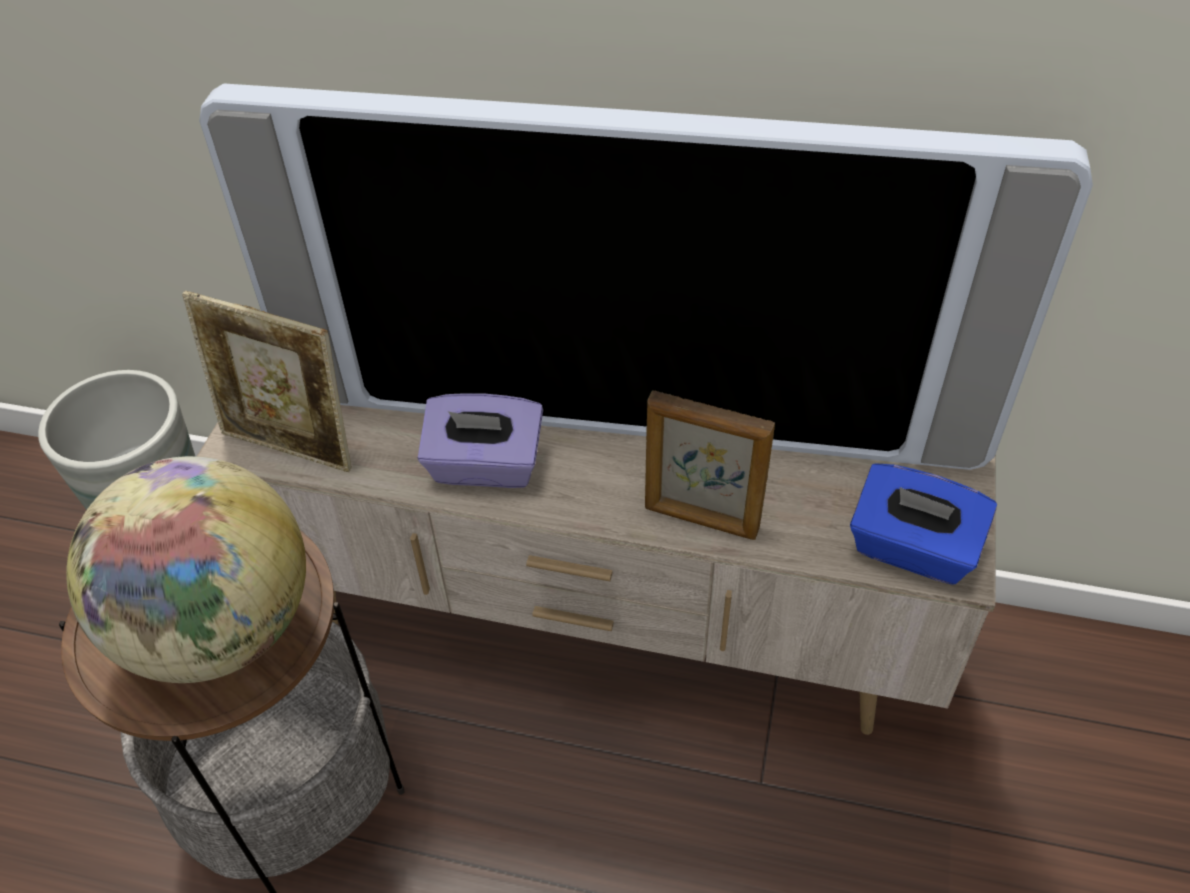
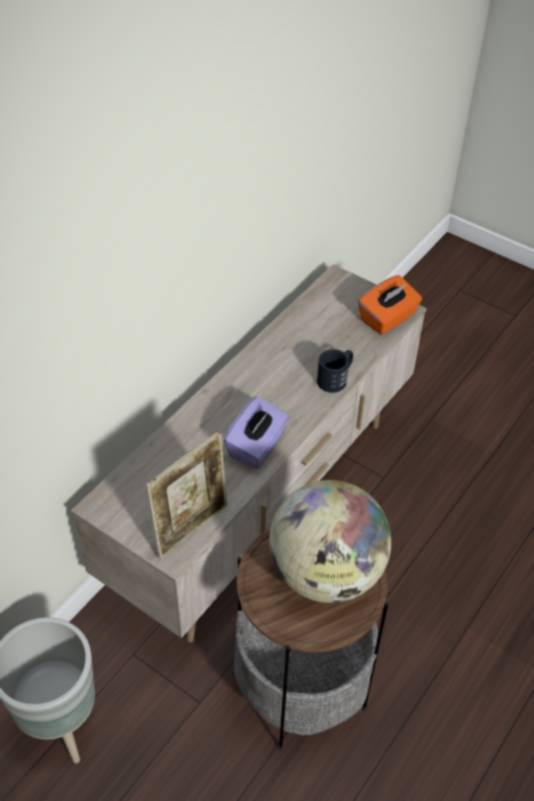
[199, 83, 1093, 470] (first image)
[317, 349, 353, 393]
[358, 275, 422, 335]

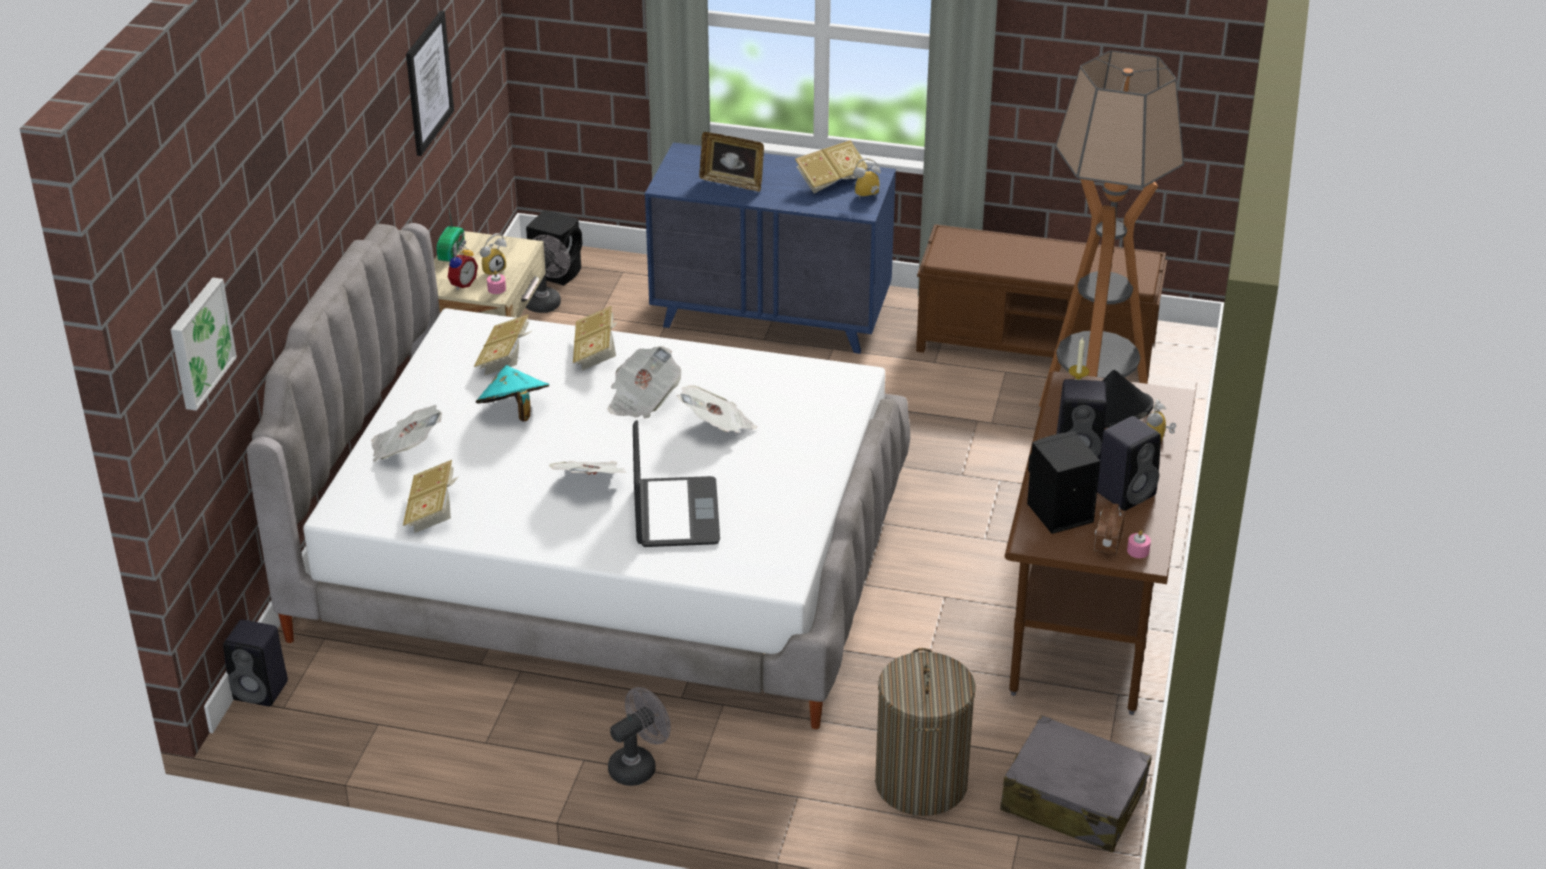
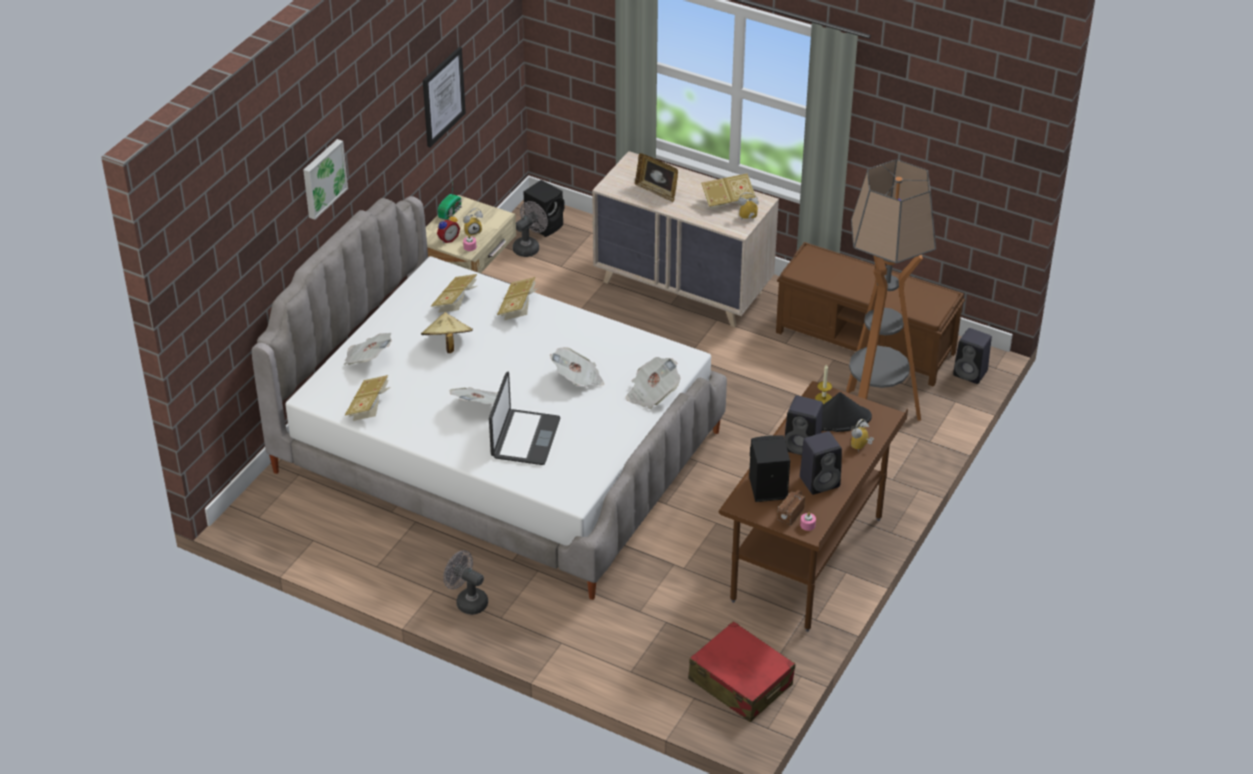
[875, 648, 976, 816] (first image)
[303, 139, 348, 220]
[953, 328, 992, 384]
[626, 357, 680, 409]
[421, 312, 473, 353]
[592, 151, 779, 327]
[688, 621, 795, 722]
[443, 550, 488, 615]

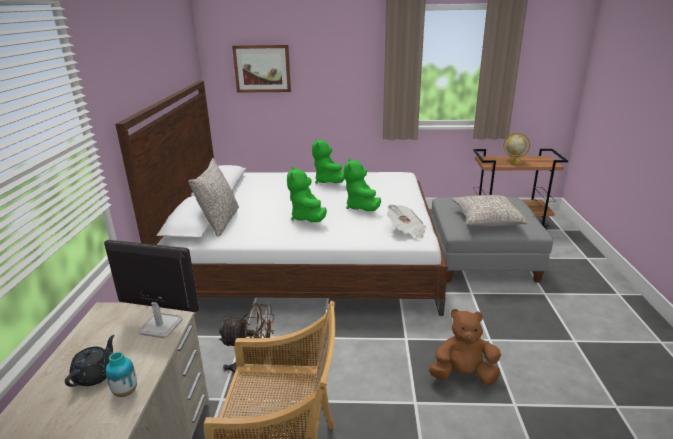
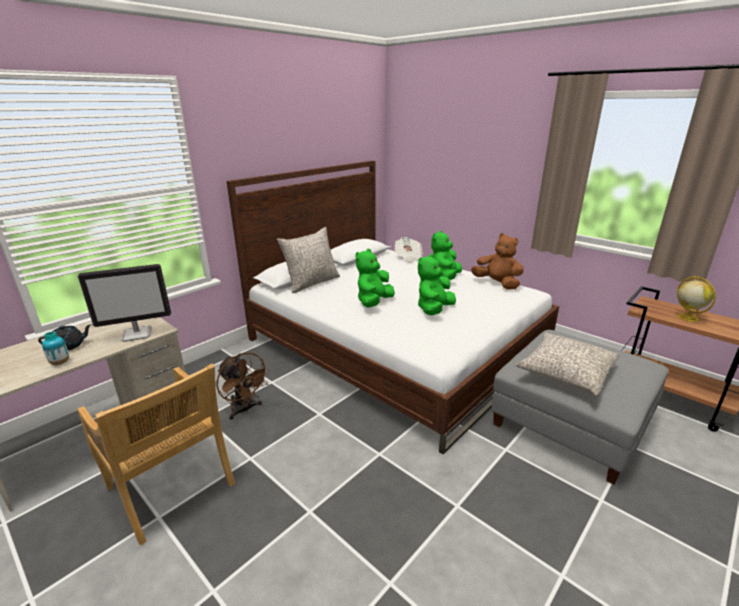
[232, 45, 291, 93] (first image)
[395, 237, 423, 263]
[471, 233, 524, 289]
[78, 264, 171, 342]

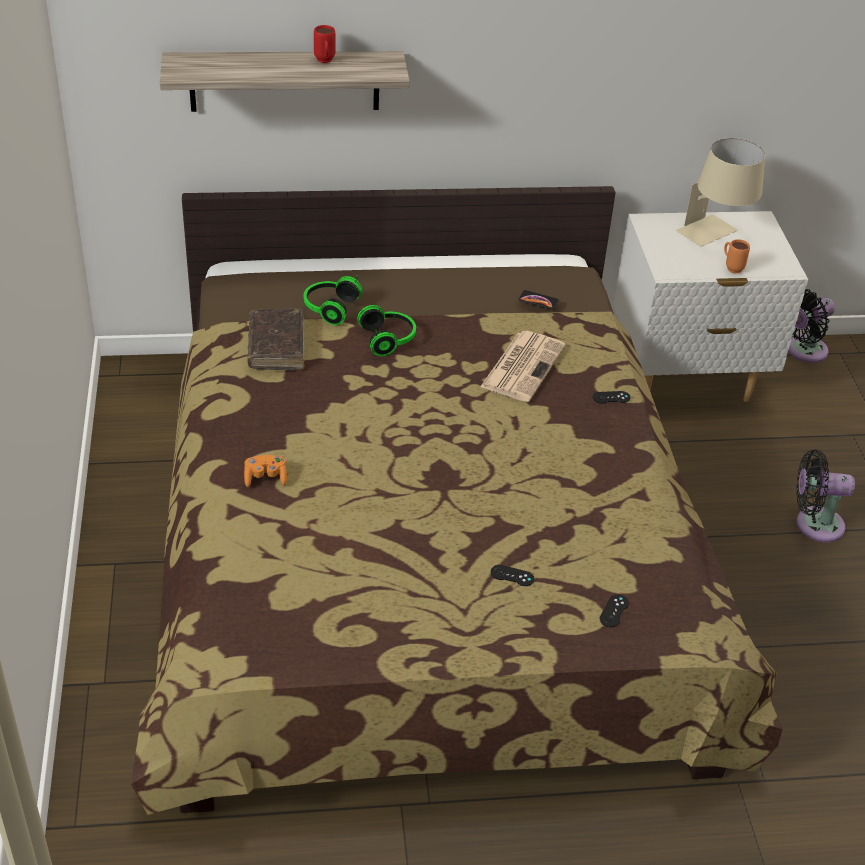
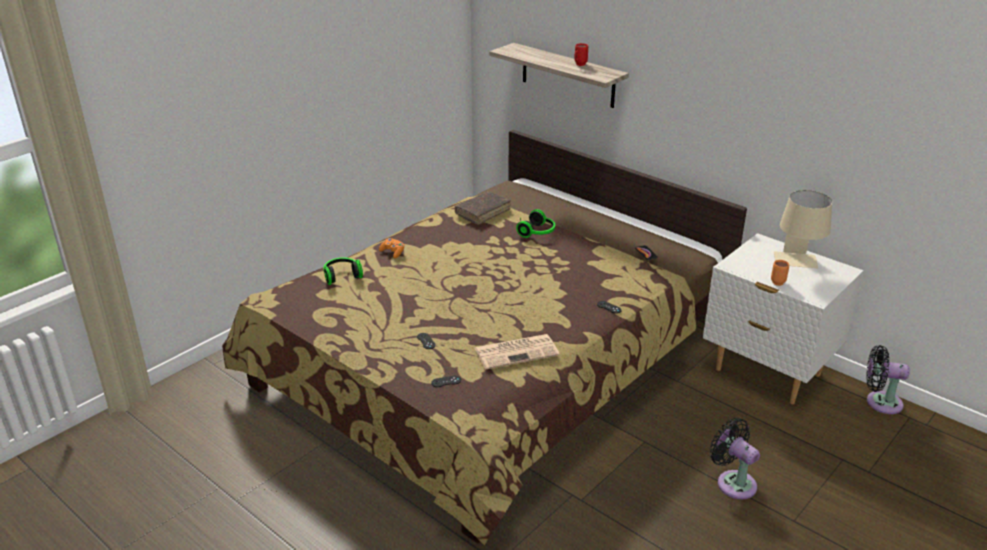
[323, 258, 363, 285]
[475, 334, 560, 369]

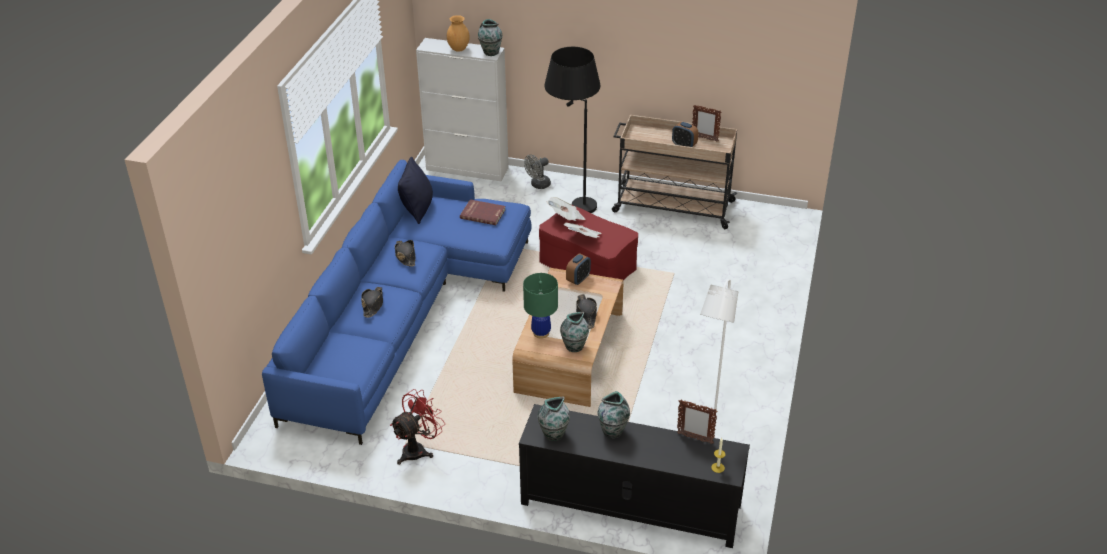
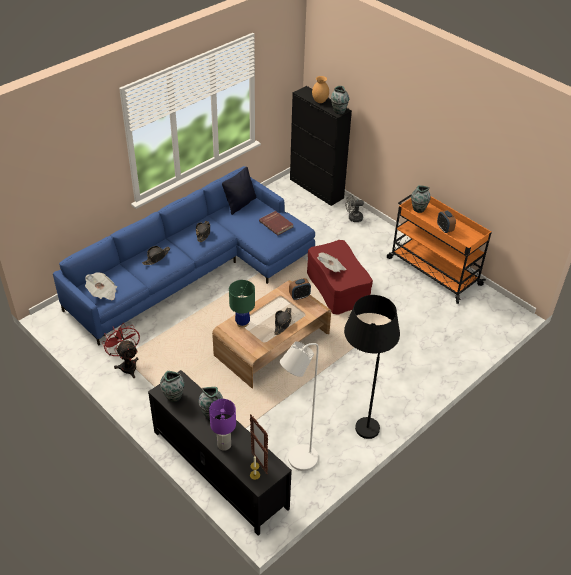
[209, 399, 236, 451]
[344, 295, 400, 439]
[85, 272, 117, 300]
[411, 185, 430, 213]
[251, 431, 268, 474]
[290, 86, 352, 206]
[387, 194, 492, 304]
[102, 324, 140, 378]

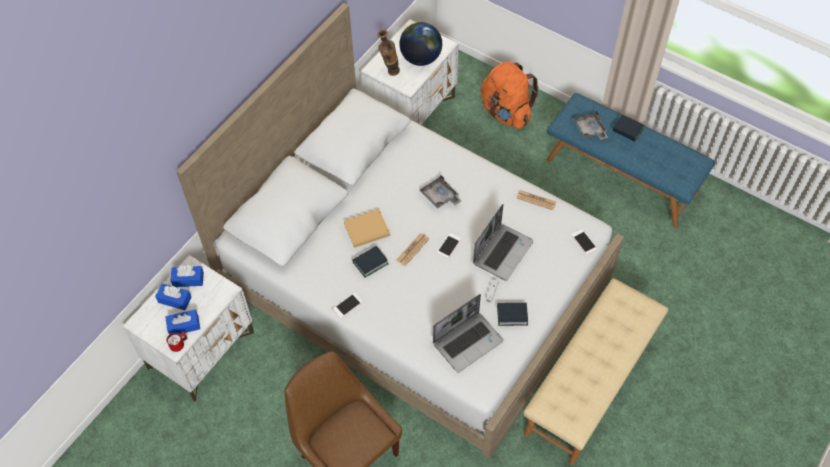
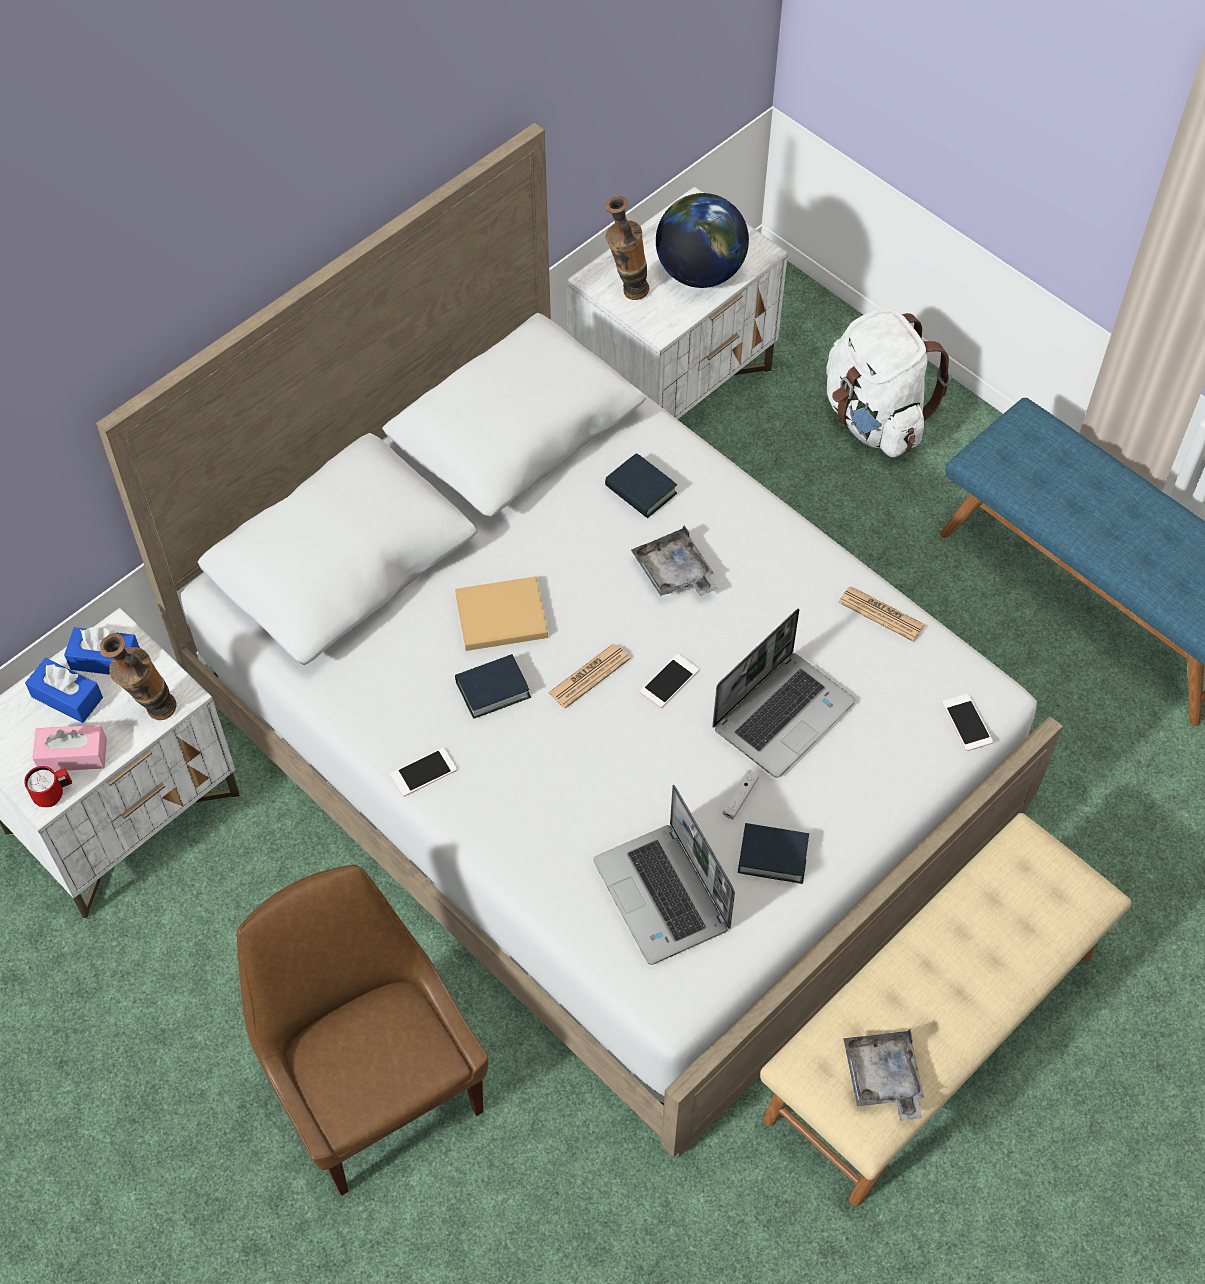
[100, 633, 177, 720]
[843, 1029, 924, 1121]
[605, 453, 677, 518]
[32, 725, 107, 771]
[826, 308, 952, 457]
[593, 785, 735, 965]

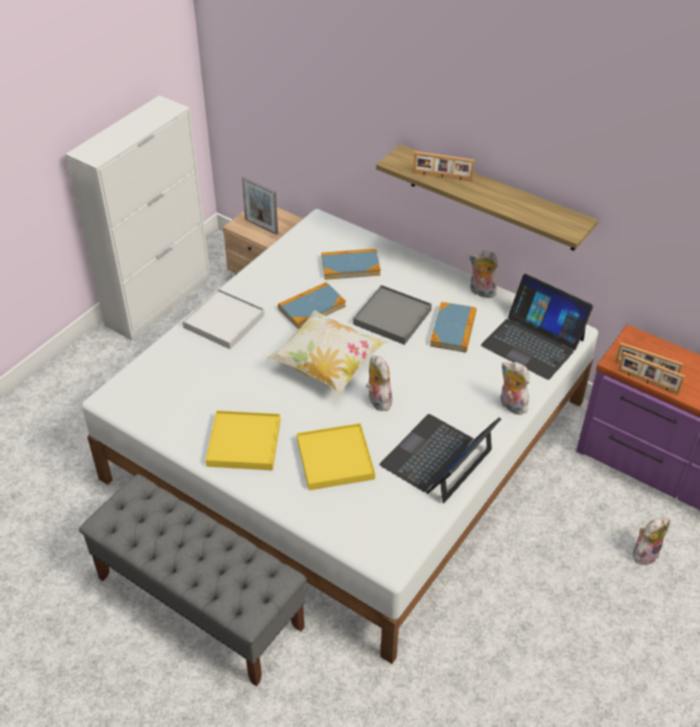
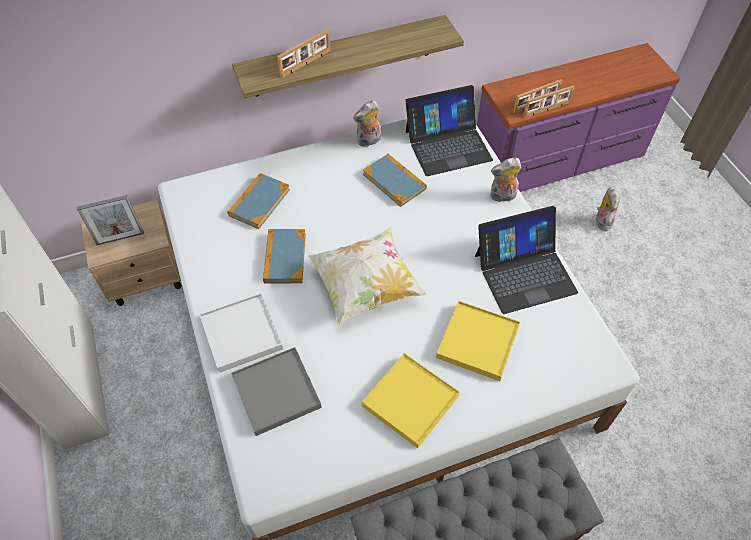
[366, 355, 392, 411] (first image)
[231, 347, 322, 436]
[475, 206, 578, 314]

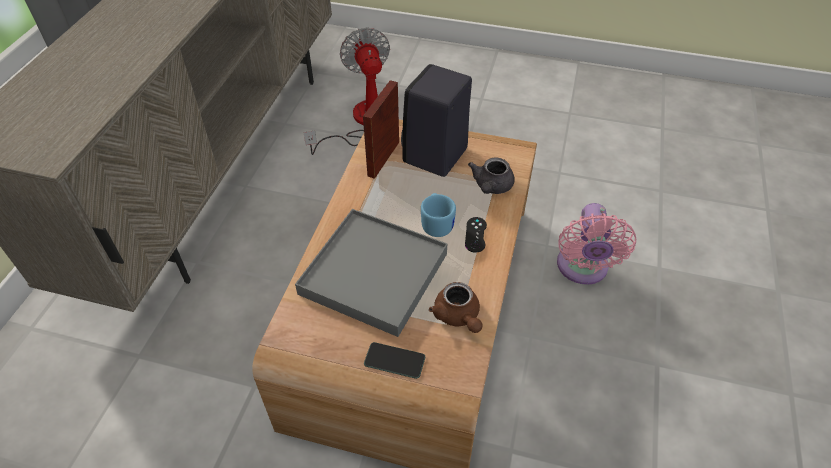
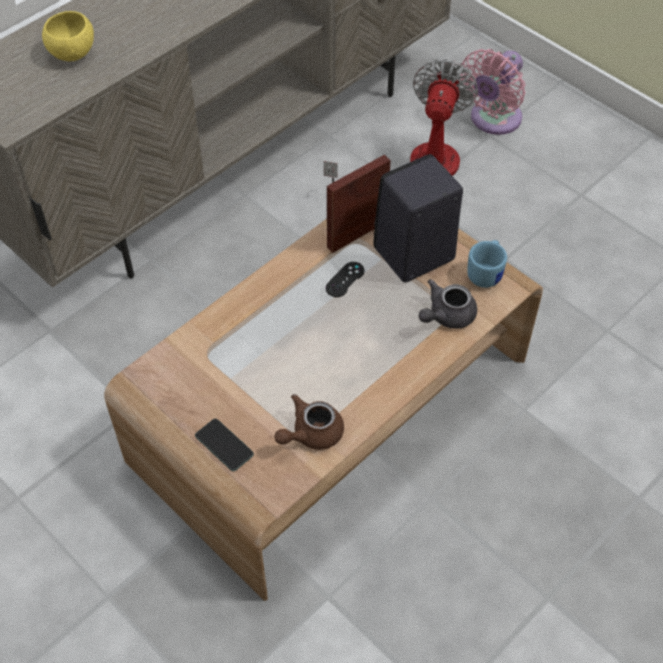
[295, 209, 447, 337] (first image)
[42, 11, 94, 61]
[467, 240, 507, 288]
[326, 262, 364, 297]
[460, 49, 525, 135]
[275, 394, 344, 450]

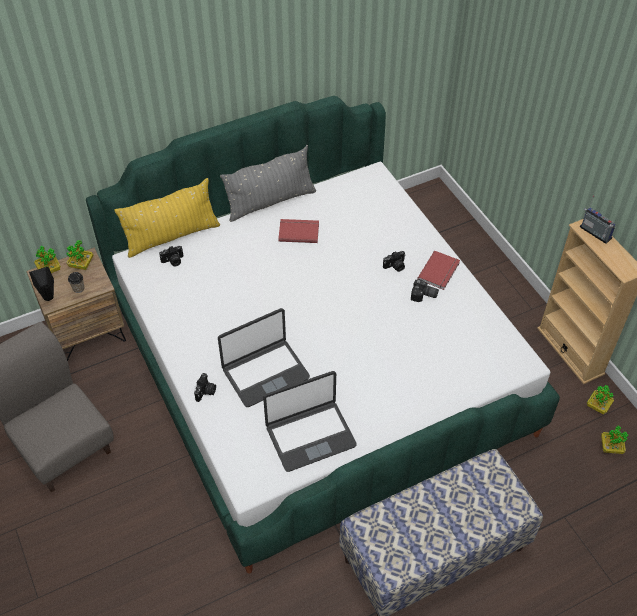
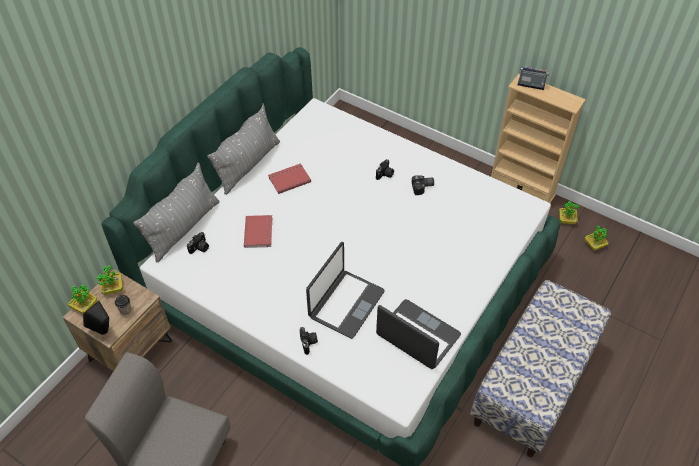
[244, 215, 272, 248]
[133, 162, 219, 263]
[376, 299, 461, 369]

